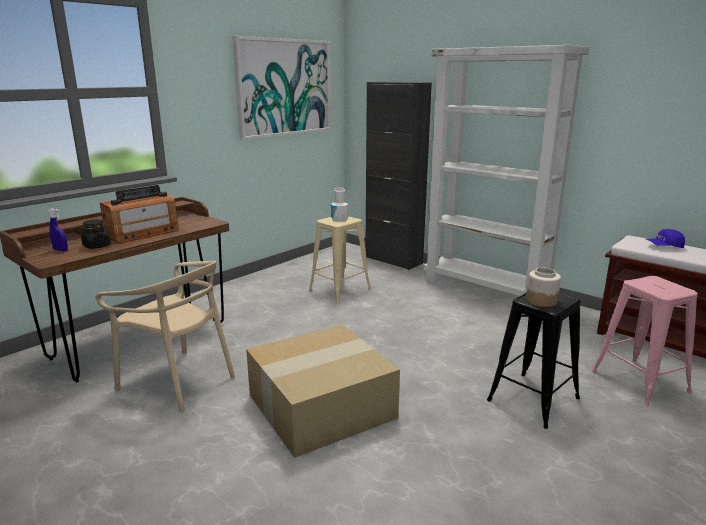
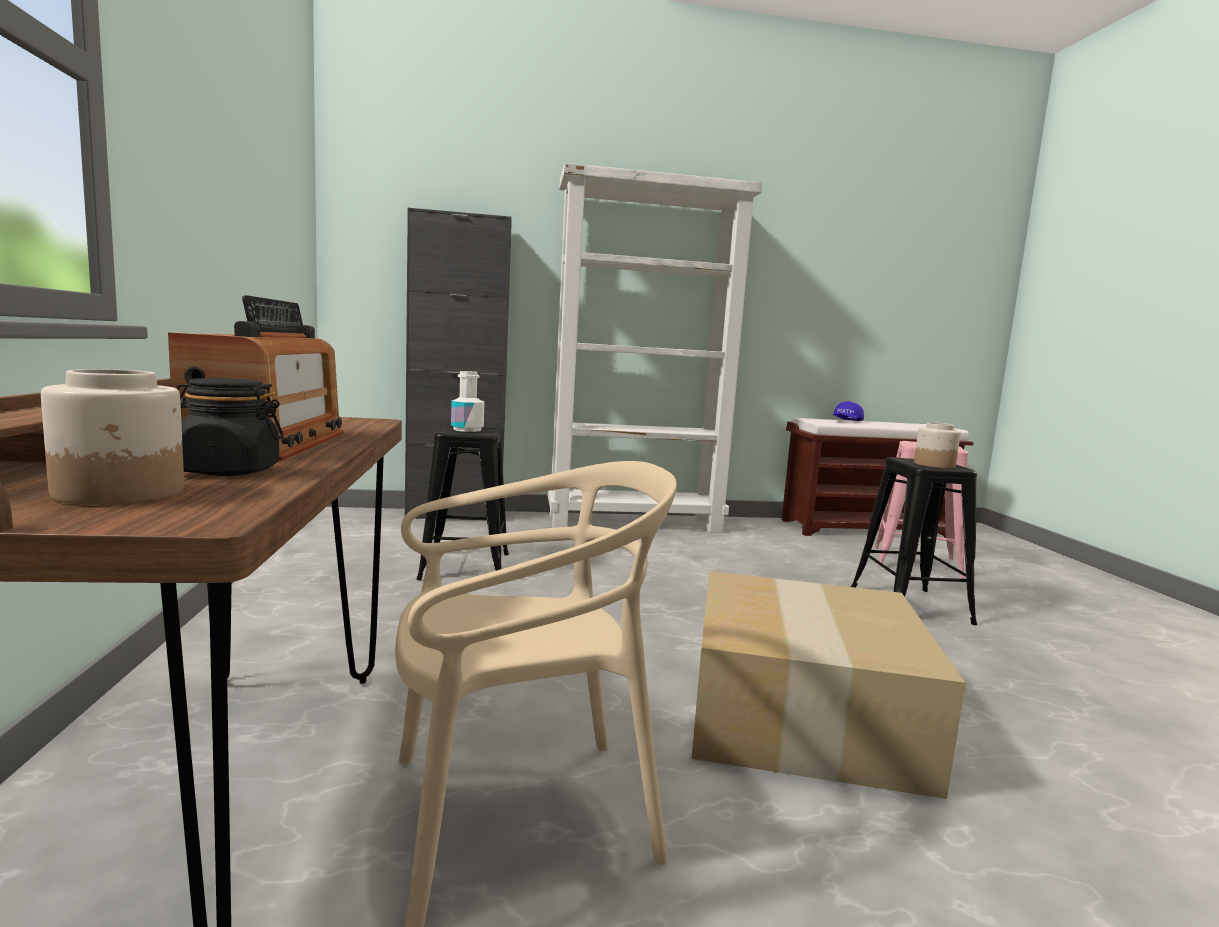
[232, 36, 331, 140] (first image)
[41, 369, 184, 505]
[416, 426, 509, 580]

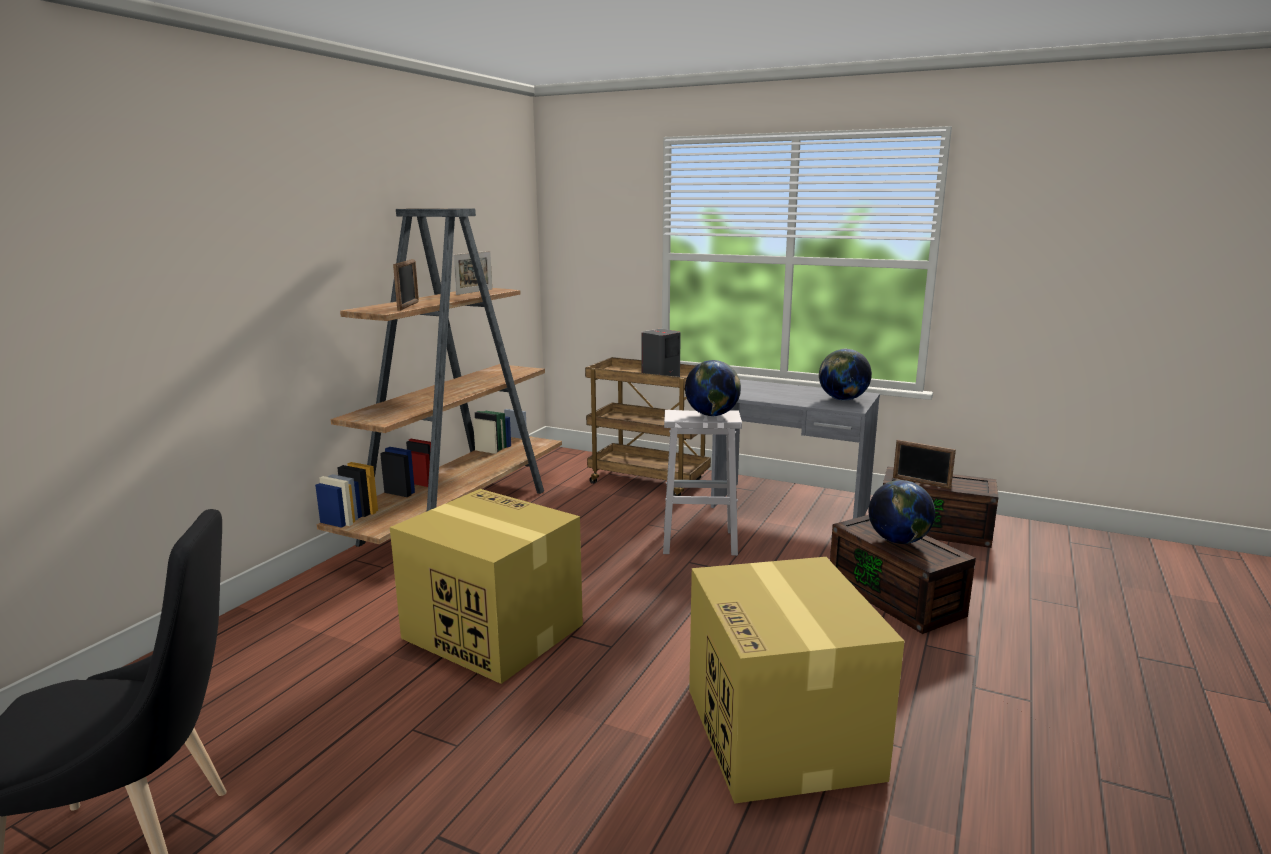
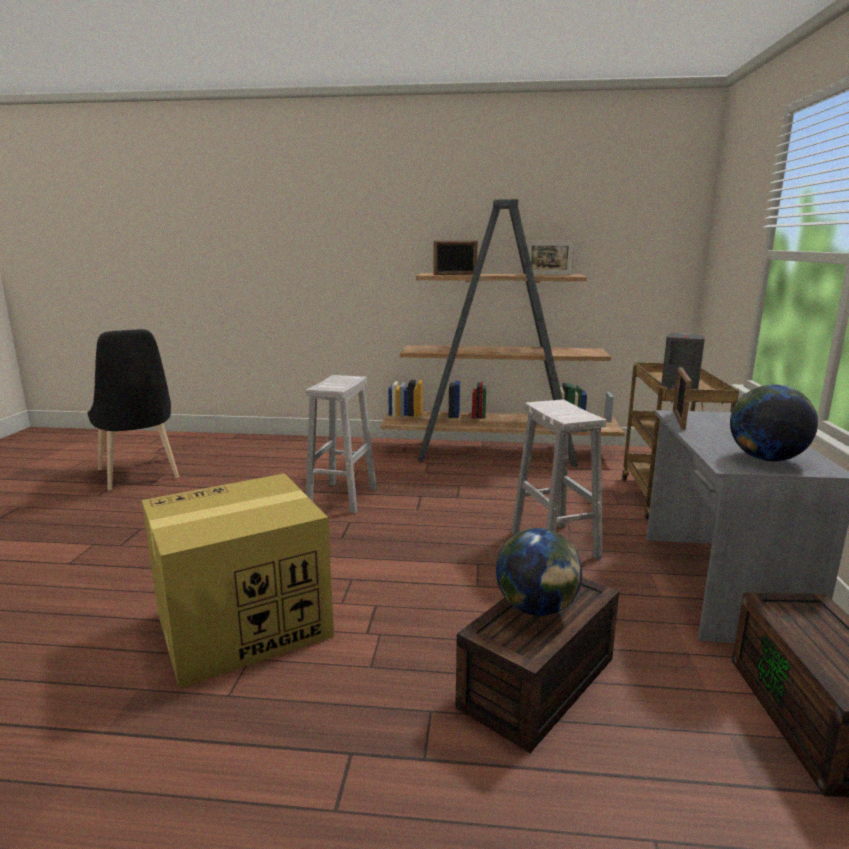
[685, 360, 741, 416] (first image)
[673, 367, 692, 430]
[306, 375, 377, 514]

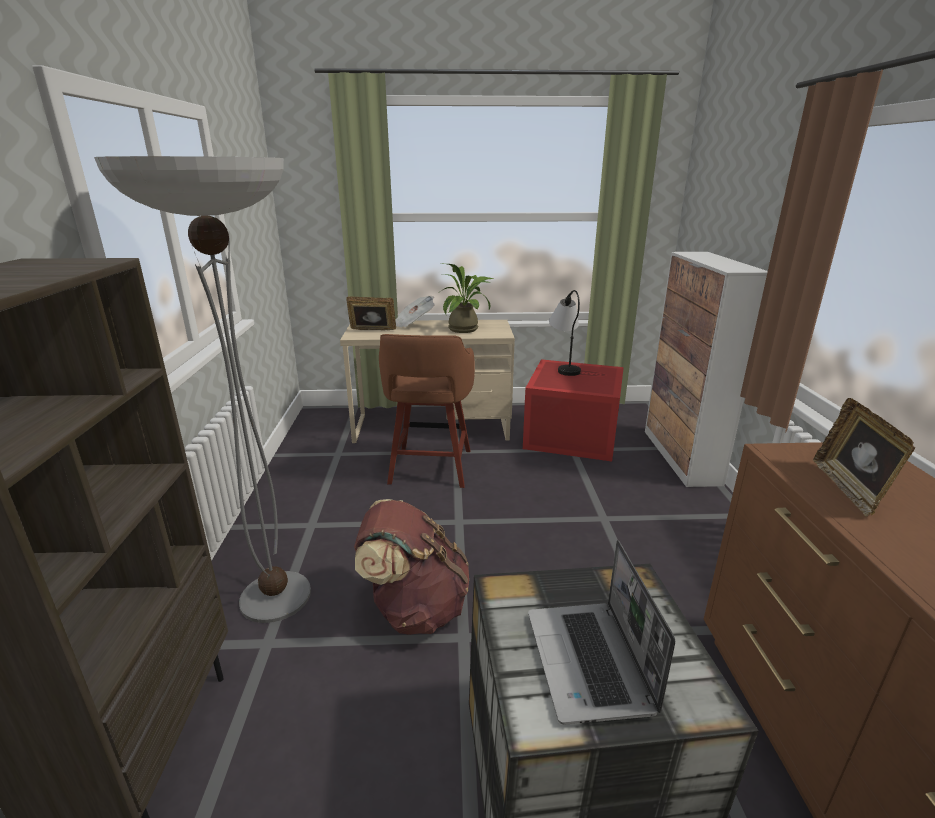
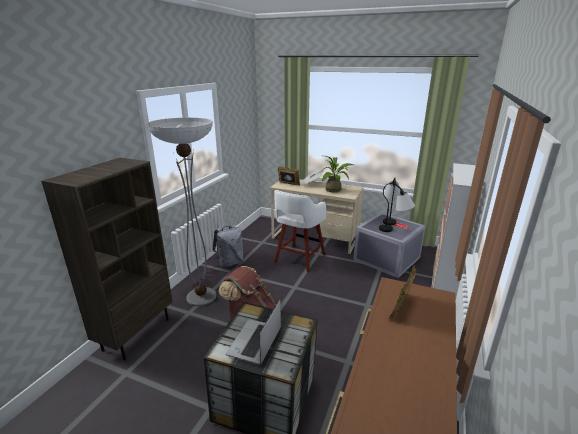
[212, 225, 244, 268]
[379, 183, 415, 232]
[274, 190, 327, 272]
[353, 213, 426, 278]

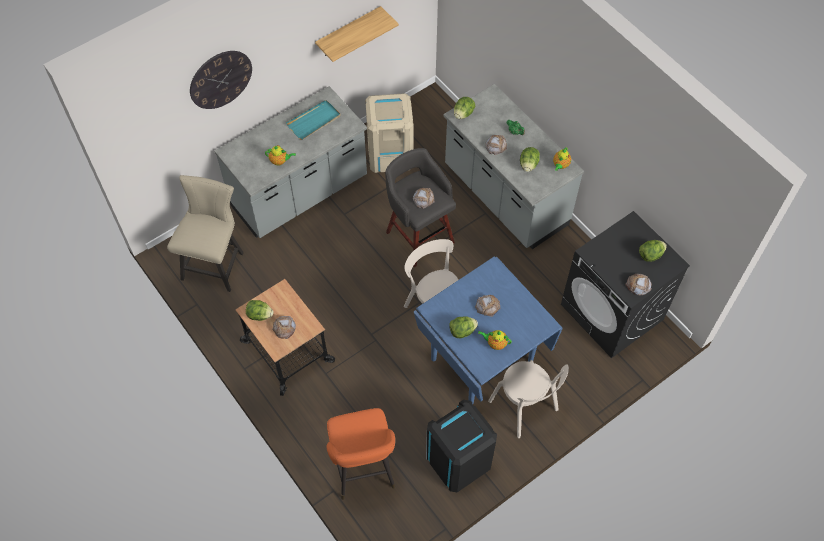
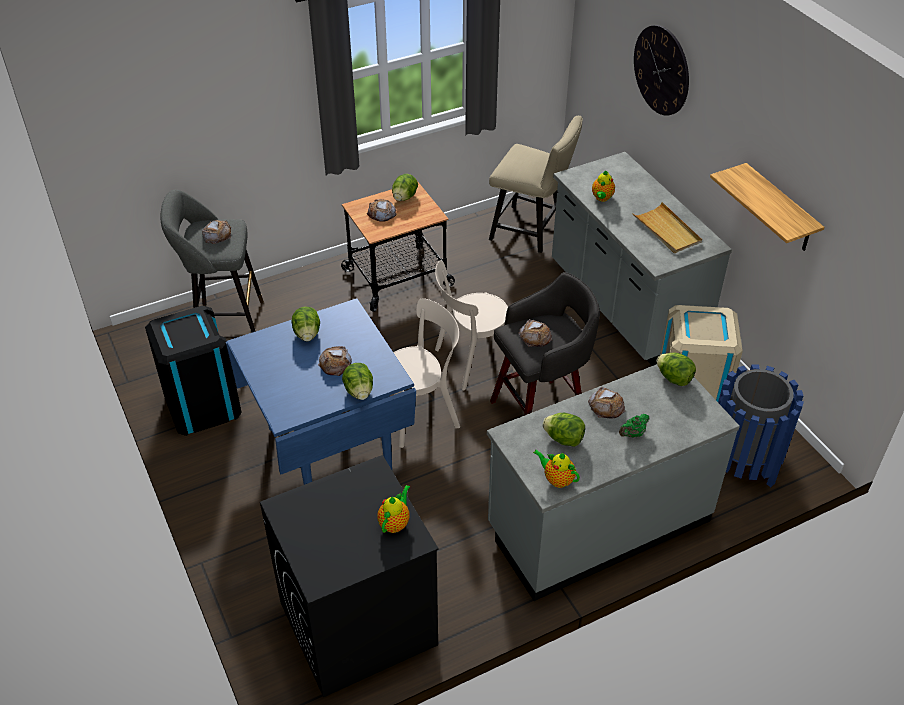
[718, 365, 804, 487]
[377, 485, 410, 533]
[435, 260, 516, 391]
[202, 220, 231, 244]
[342, 363, 373, 400]
[632, 202, 702, 253]
[160, 189, 264, 332]

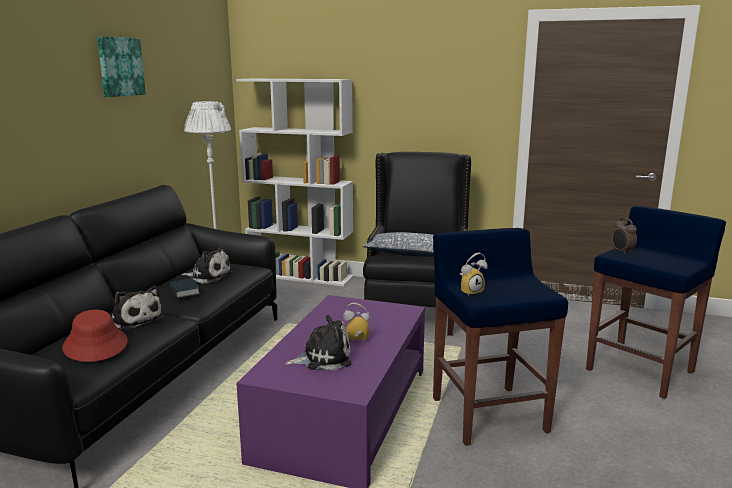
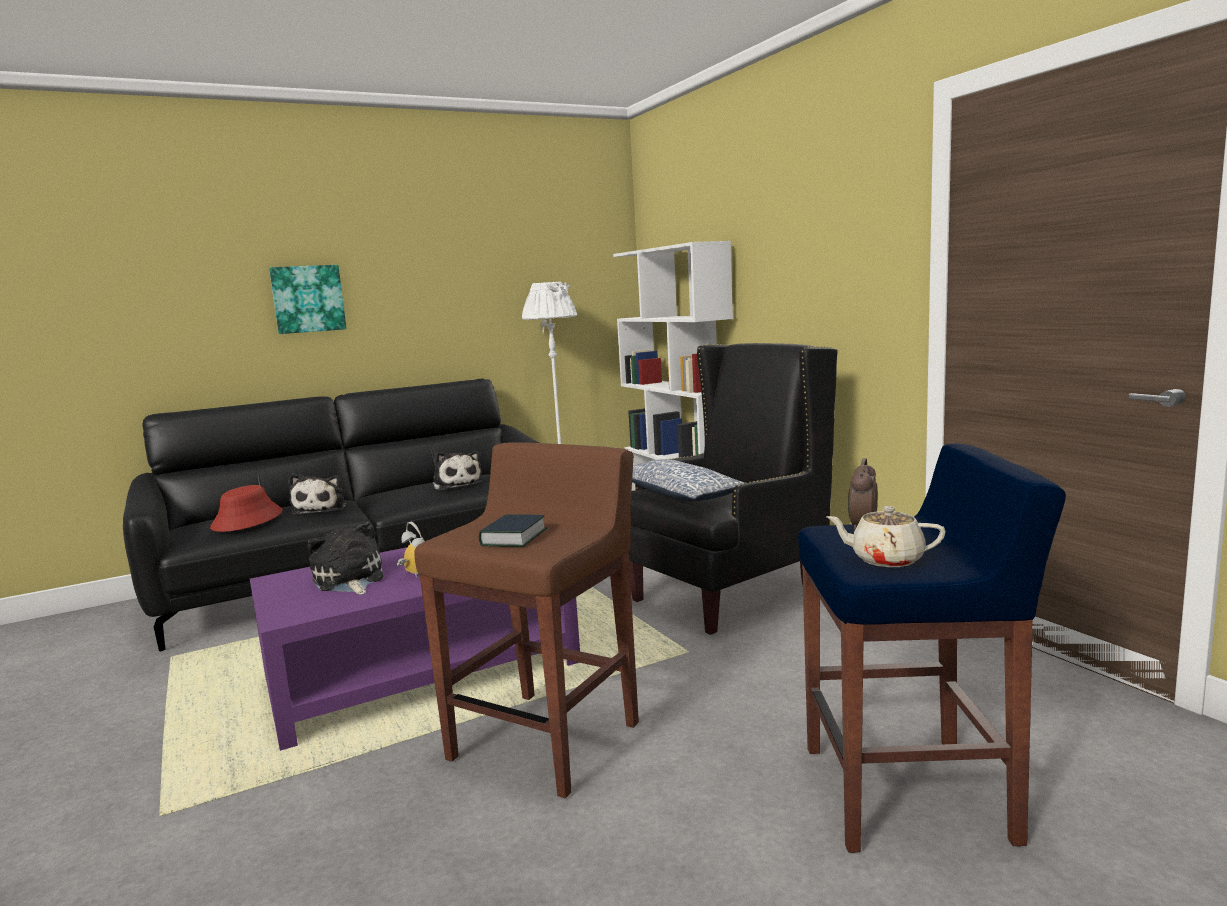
[460, 252, 488, 297] (first image)
[827, 506, 946, 567]
[269, 265, 347, 334]
[479, 514, 547, 547]
[414, 442, 639, 799]
[307, 522, 383, 595]

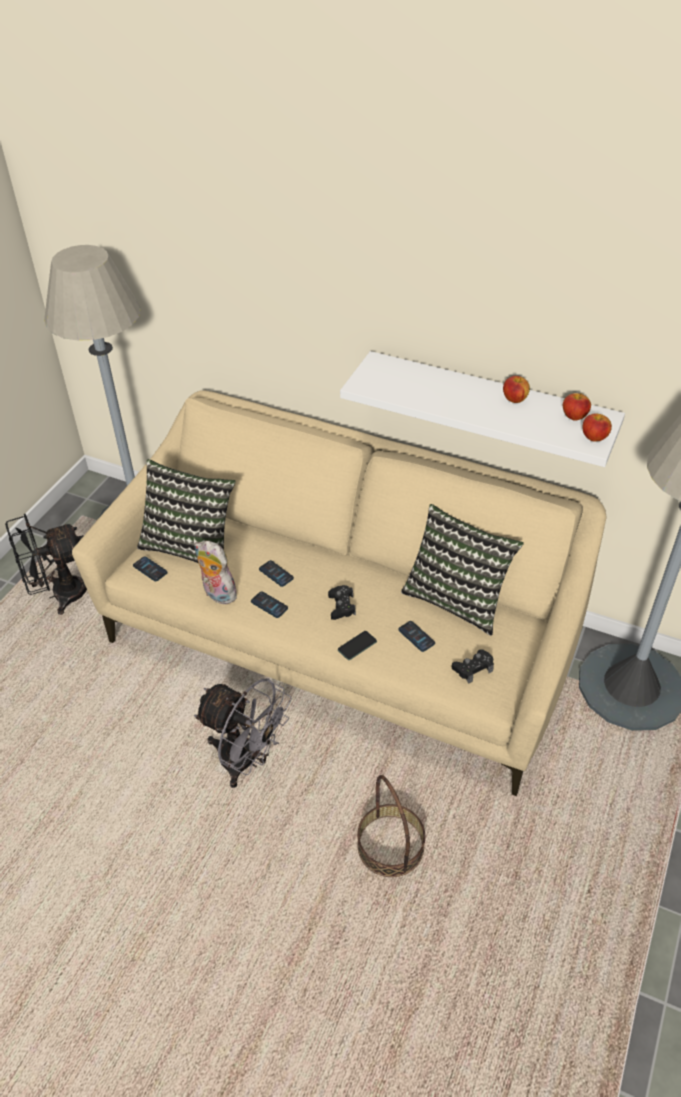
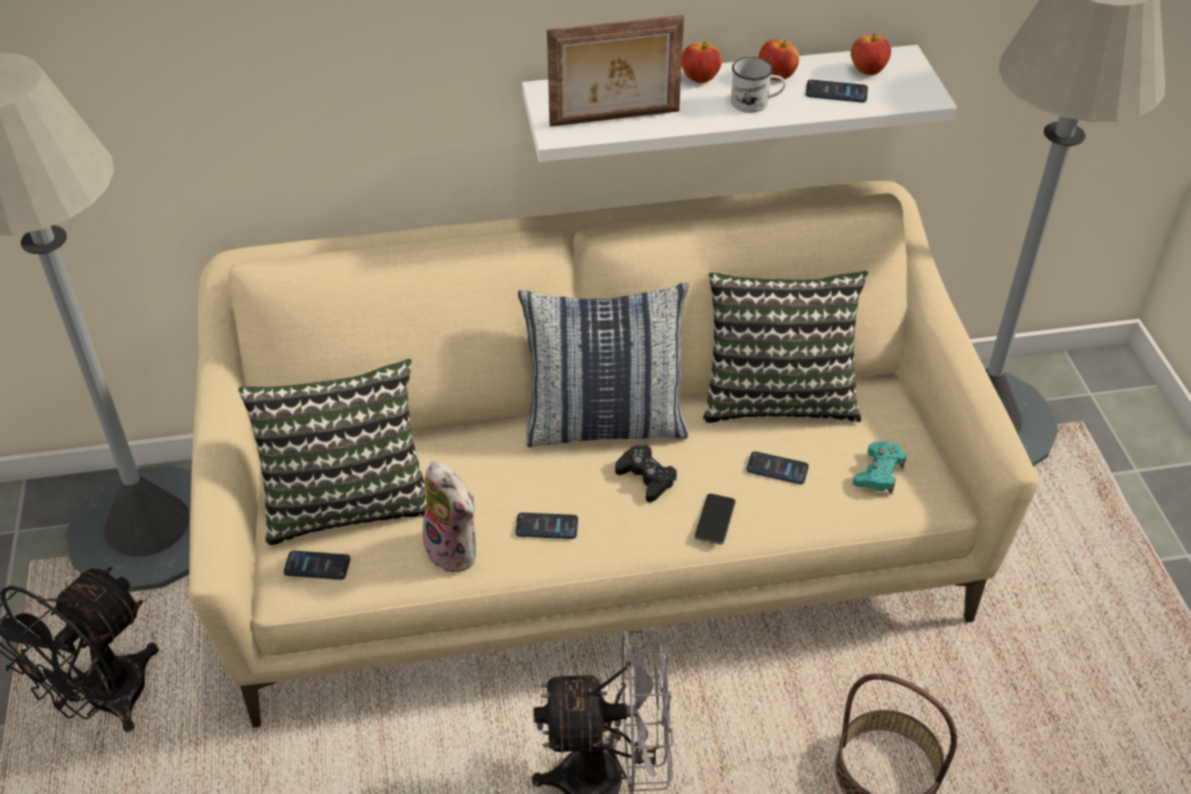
[518, 283, 689, 447]
[547, 15, 684, 127]
[731, 57, 785, 113]
[806, 80, 868, 102]
[682, 41, 722, 83]
[853, 442, 907, 494]
[419, 461, 477, 573]

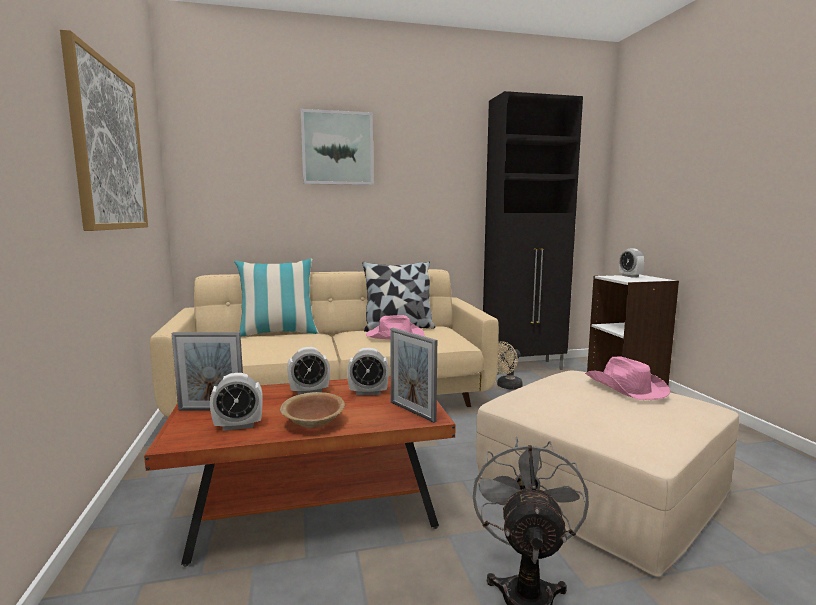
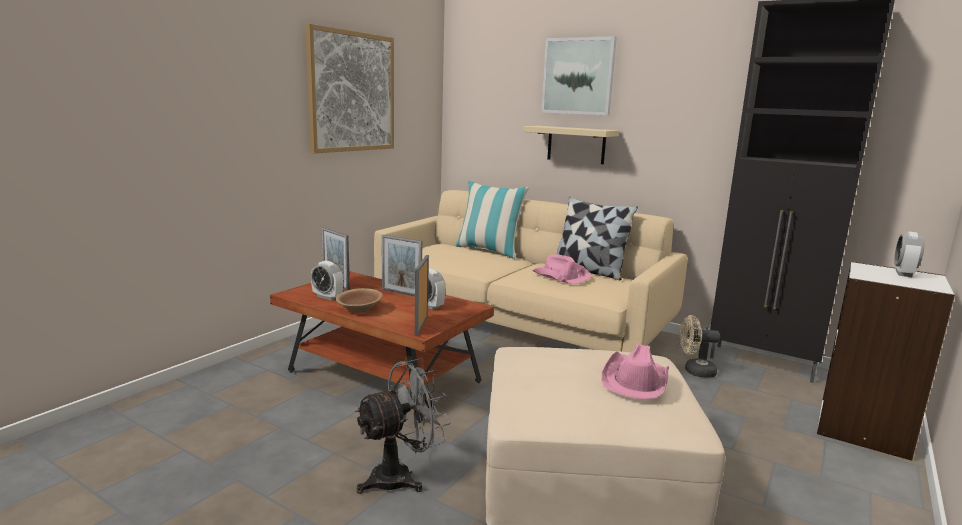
[523, 126, 619, 164]
[381, 235, 422, 297]

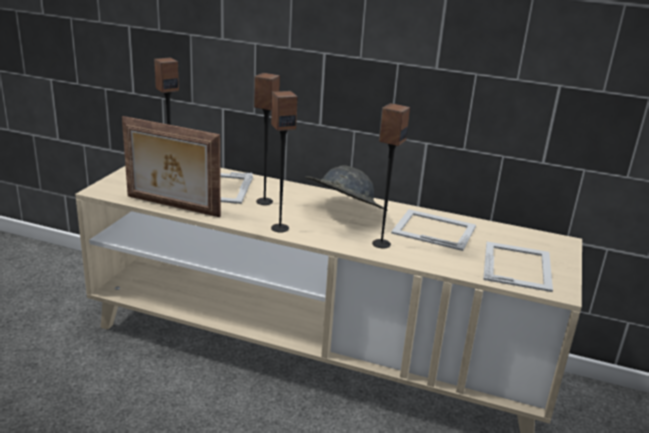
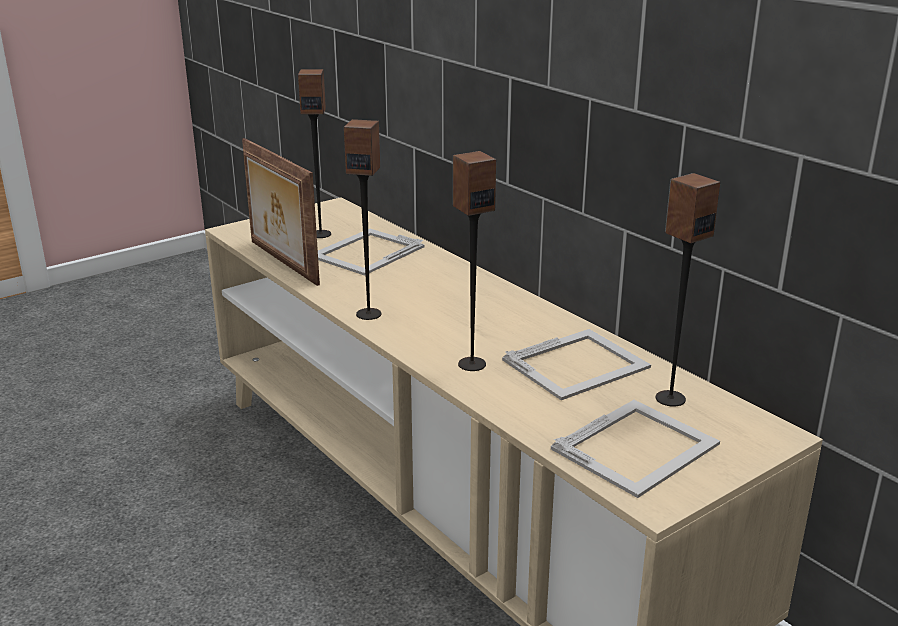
[305, 166, 384, 210] (first image)
[656, 173, 720, 407]
[502, 329, 651, 400]

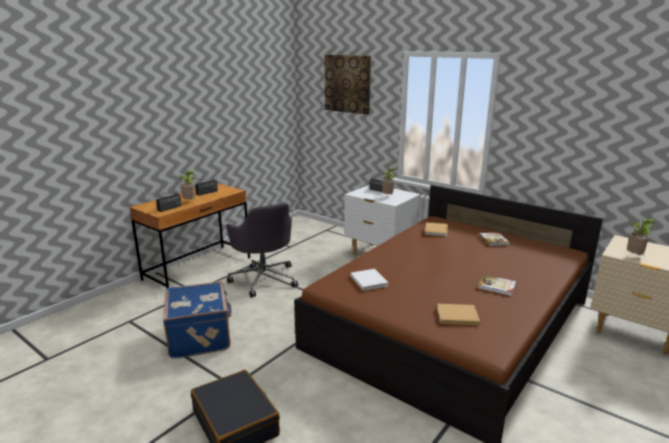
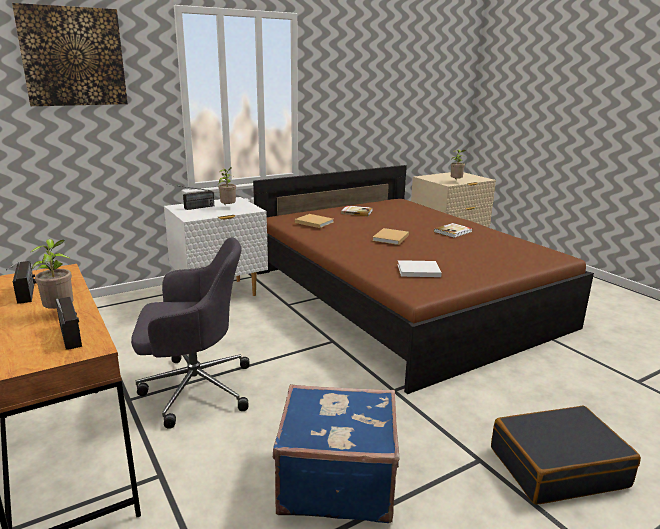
[372, 228, 409, 245]

